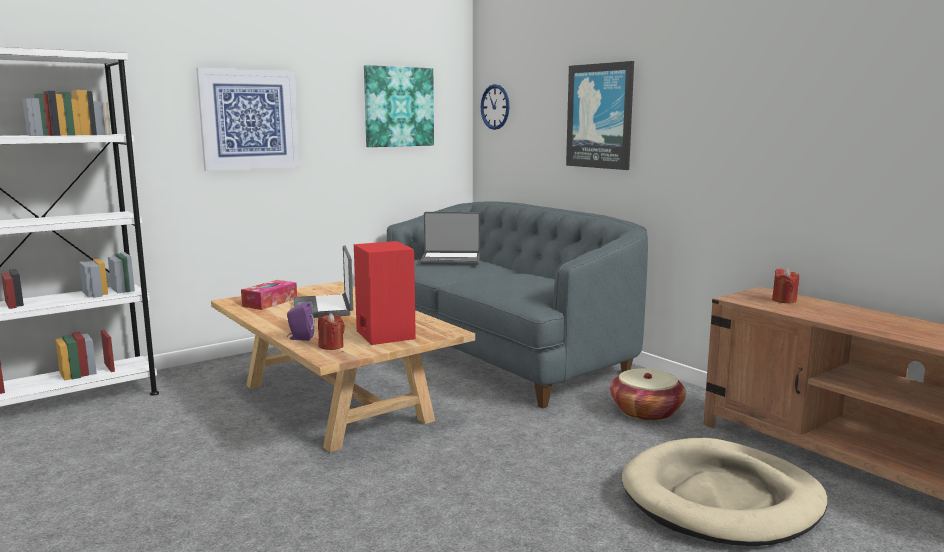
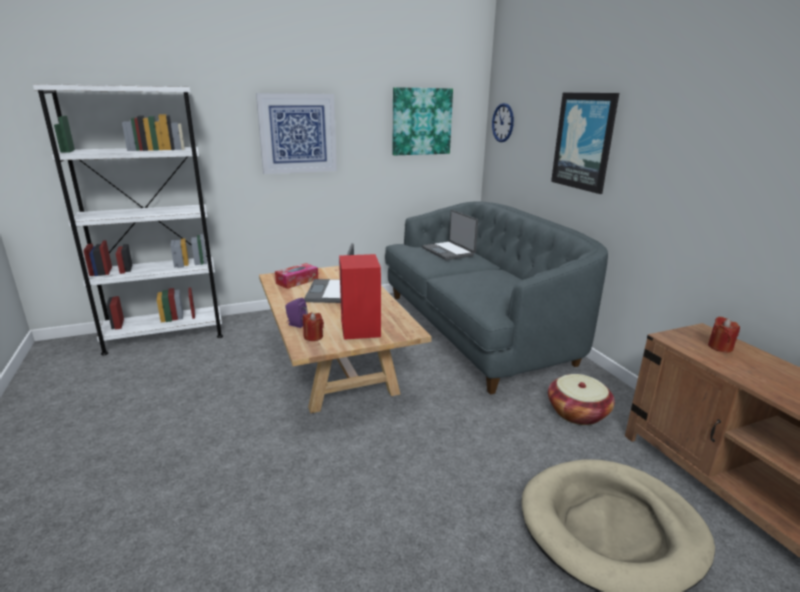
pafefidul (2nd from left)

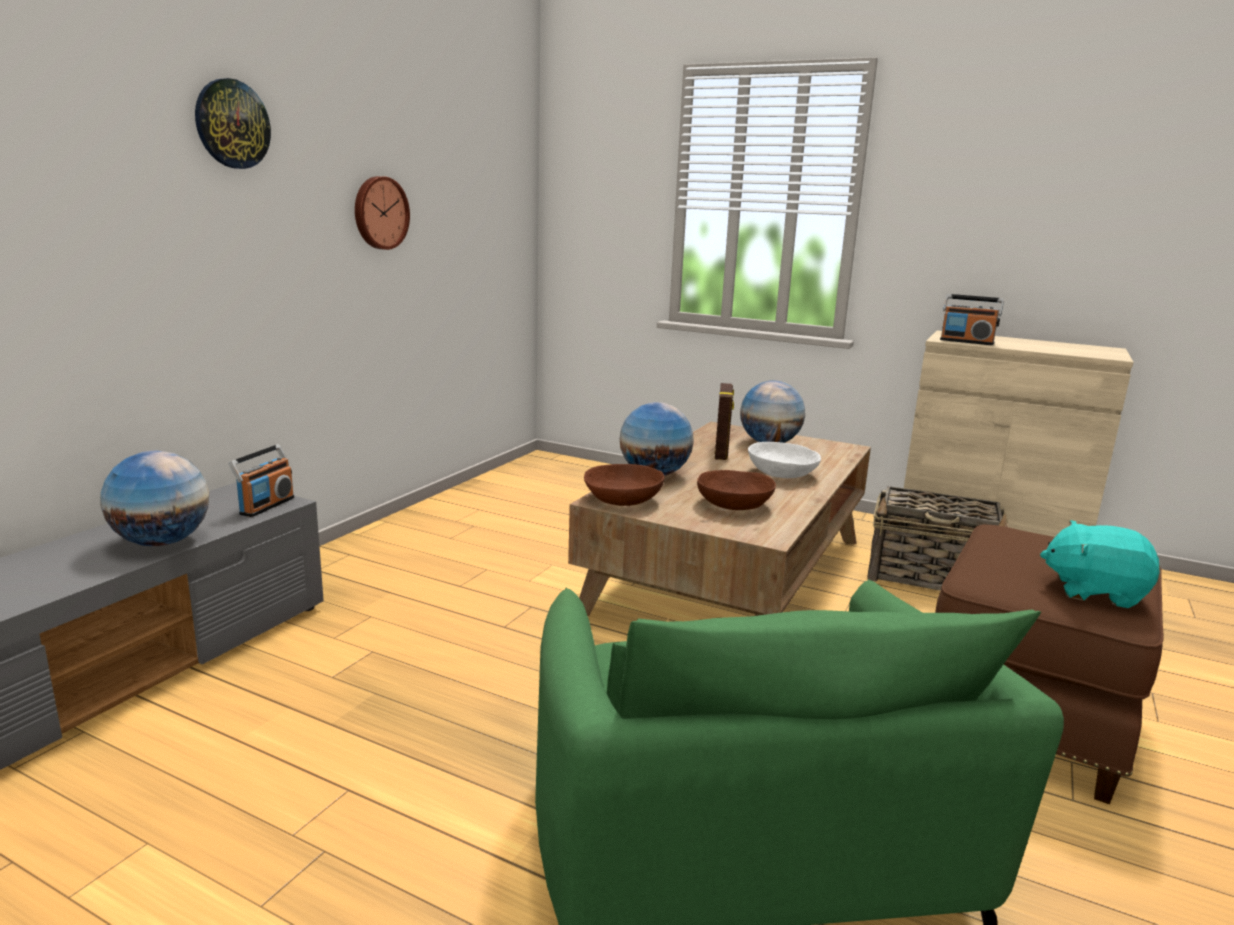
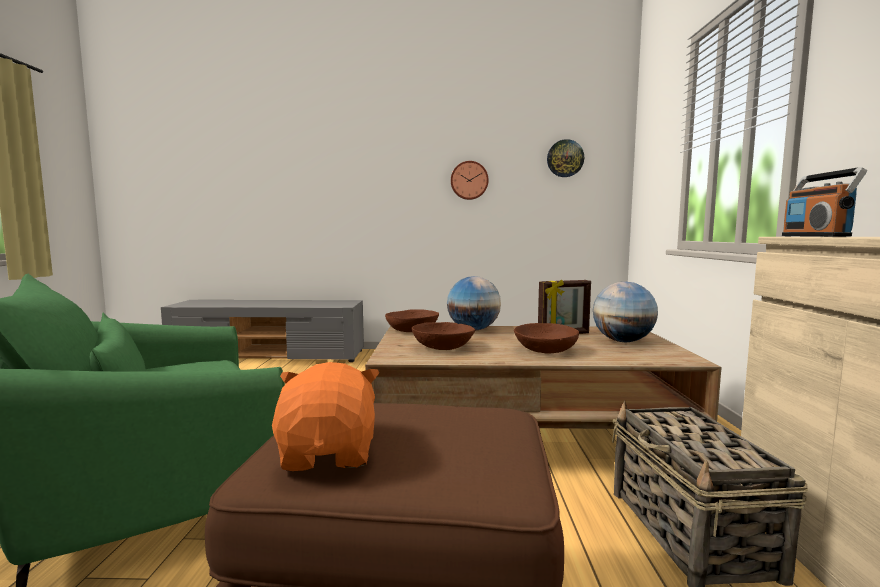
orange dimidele
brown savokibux (3rd from left)
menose (2nd from left)
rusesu (1st from left in the first image)
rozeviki (1st from left in the first image)

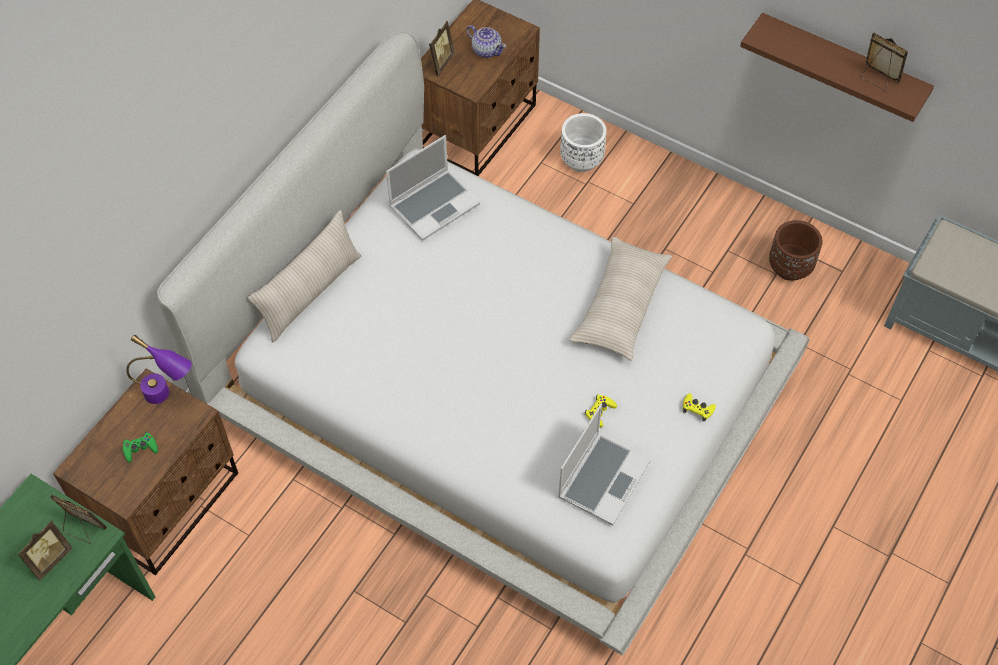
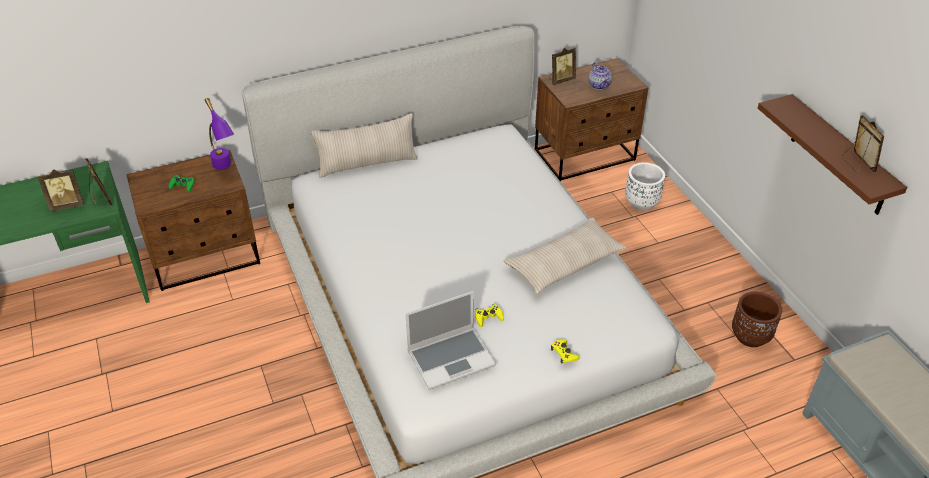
pafefidul (1st from left in the first image)

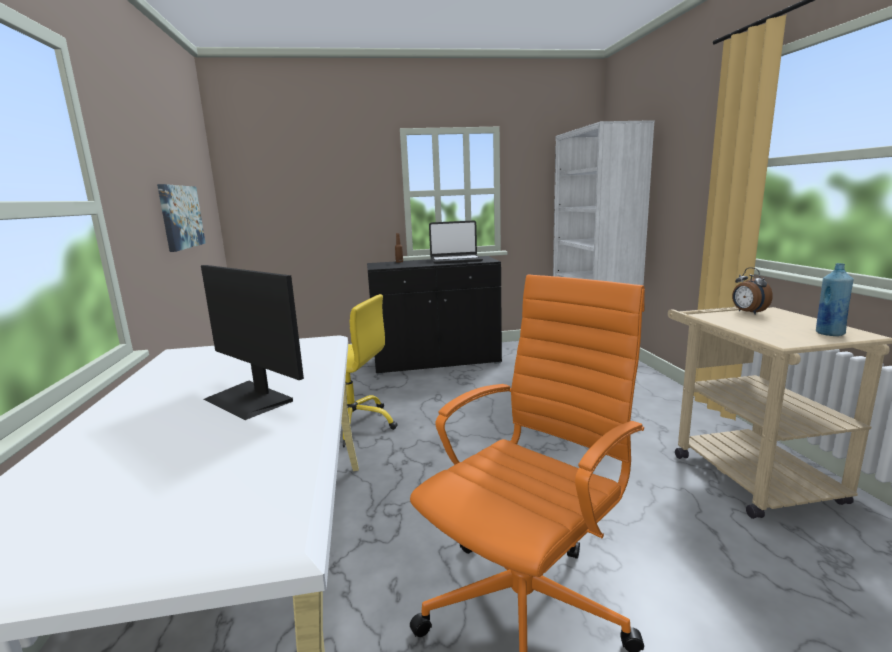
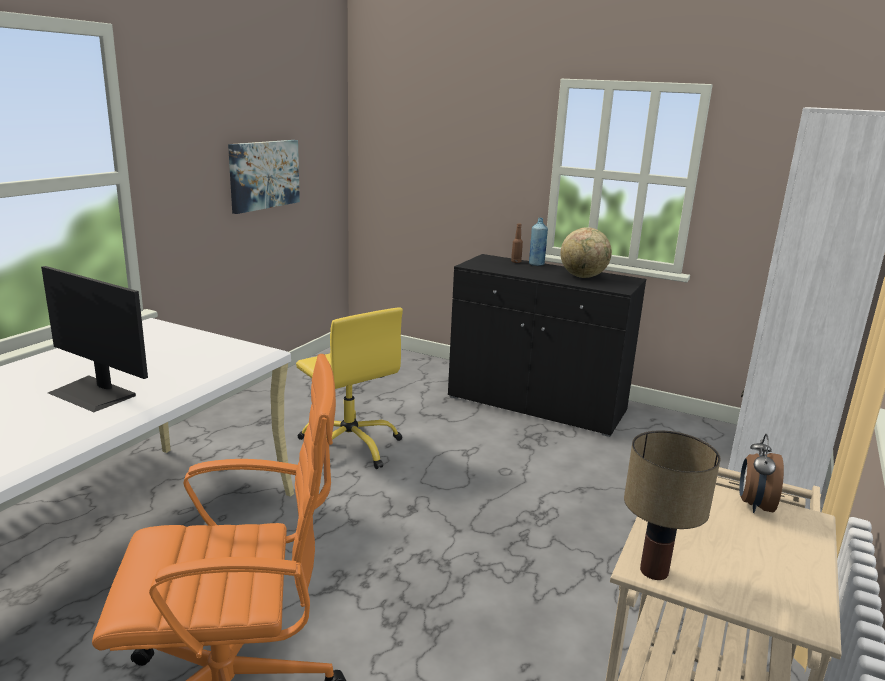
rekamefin
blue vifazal
rusesu
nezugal

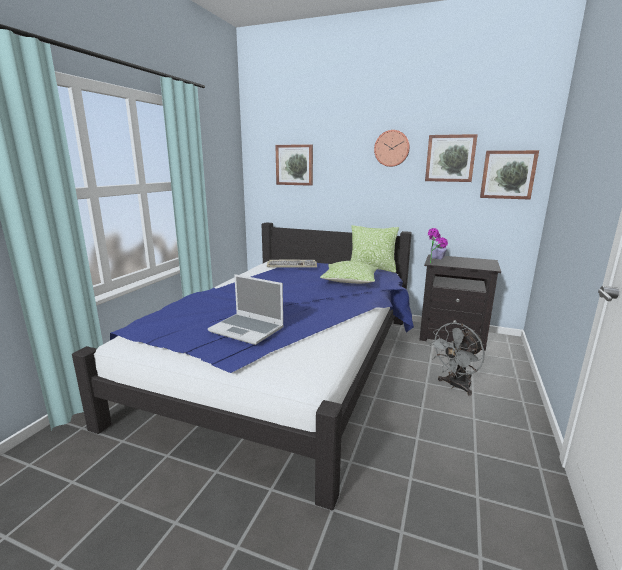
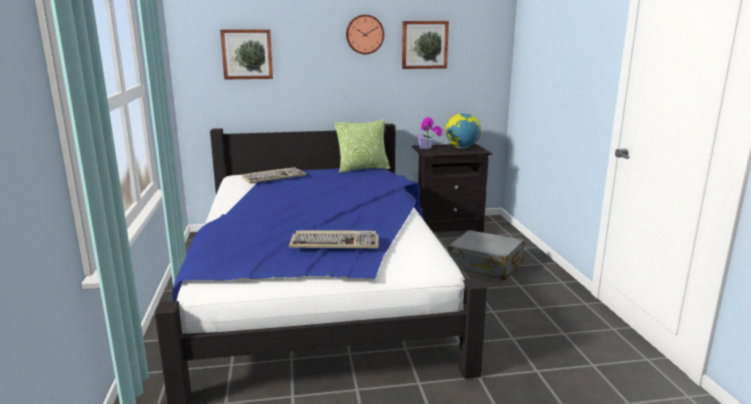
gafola (2nd from left)
rusesu
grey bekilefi
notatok (1st from left in the first image)
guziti (3rd from left in the first image)

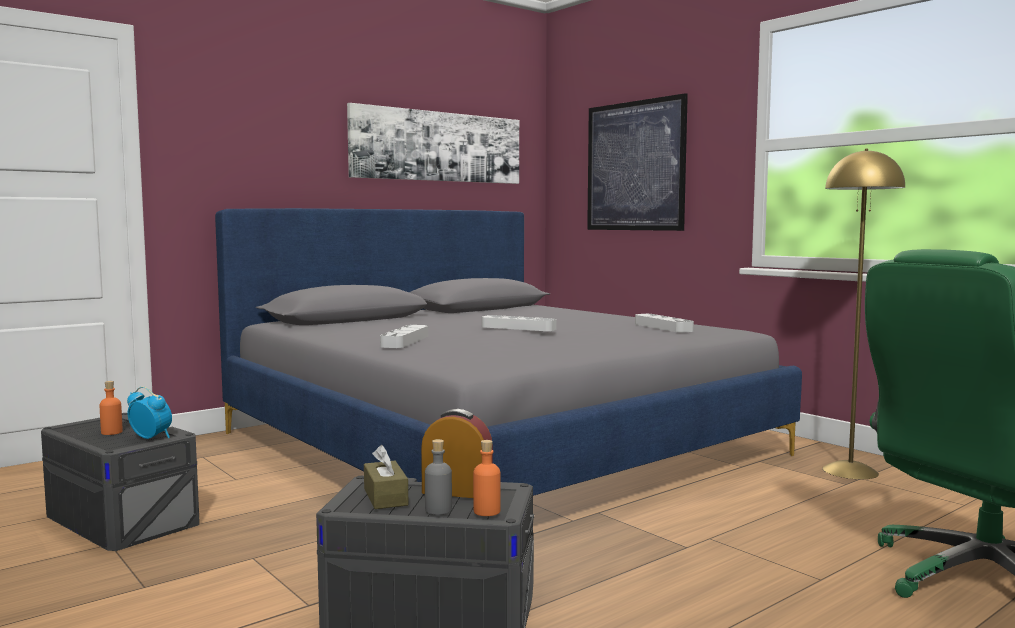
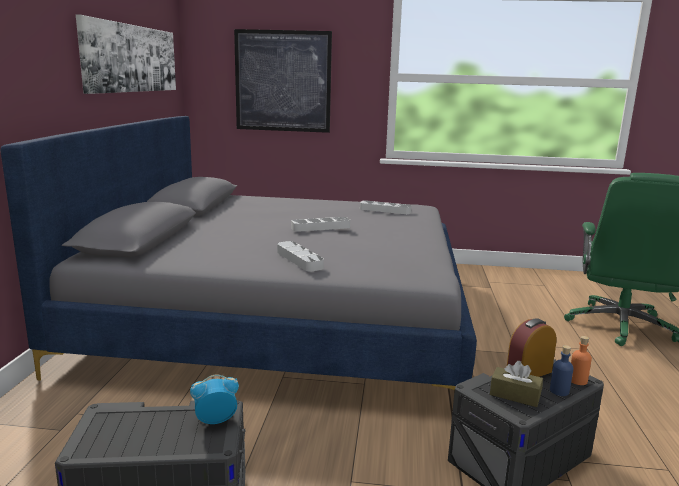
blue vifazal
orange vifazal (1st from left in the first image)
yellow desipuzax

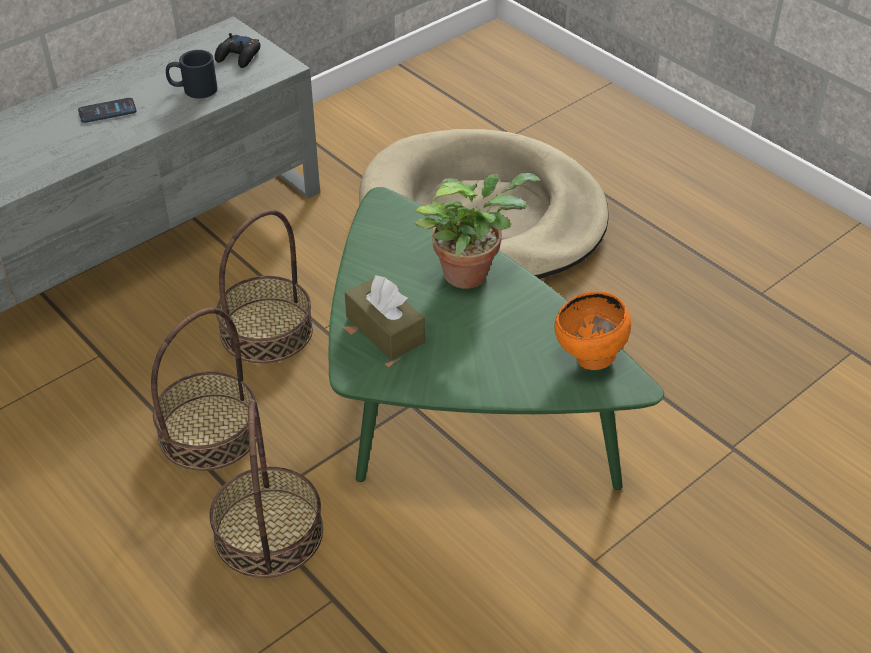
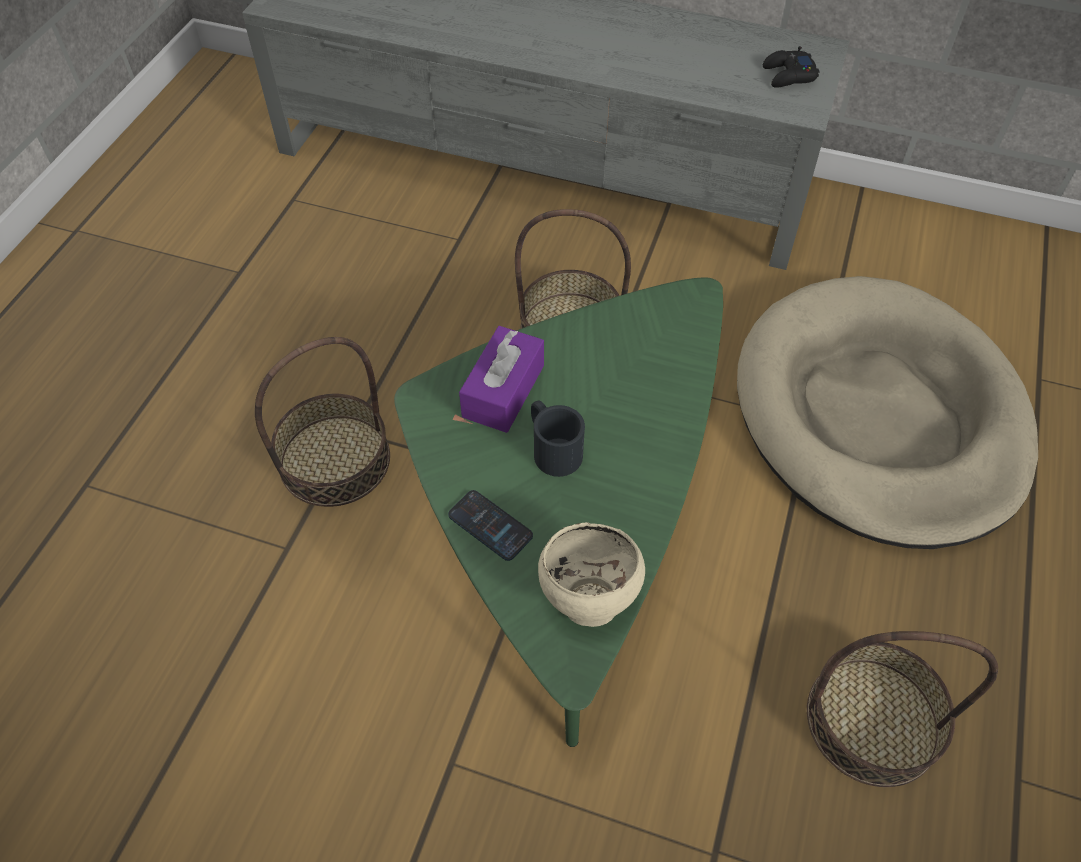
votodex
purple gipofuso
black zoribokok
beige savokibux
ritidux (3rd from left)
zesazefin

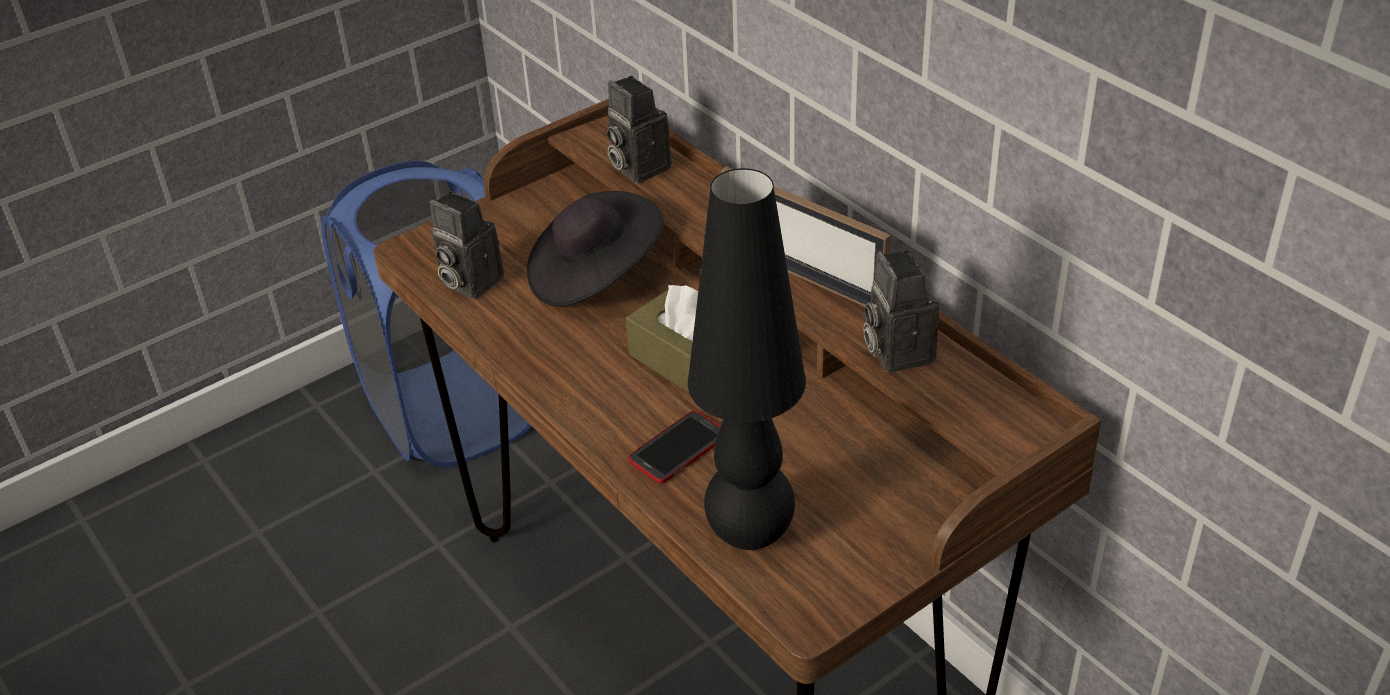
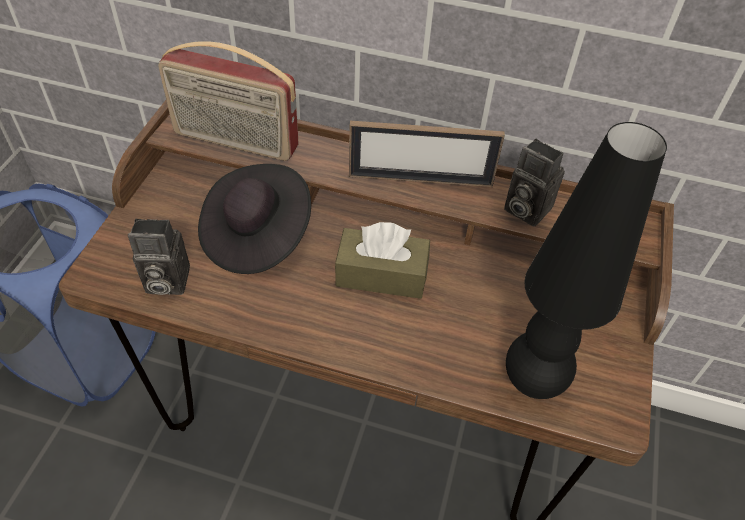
rozeviki
votodex

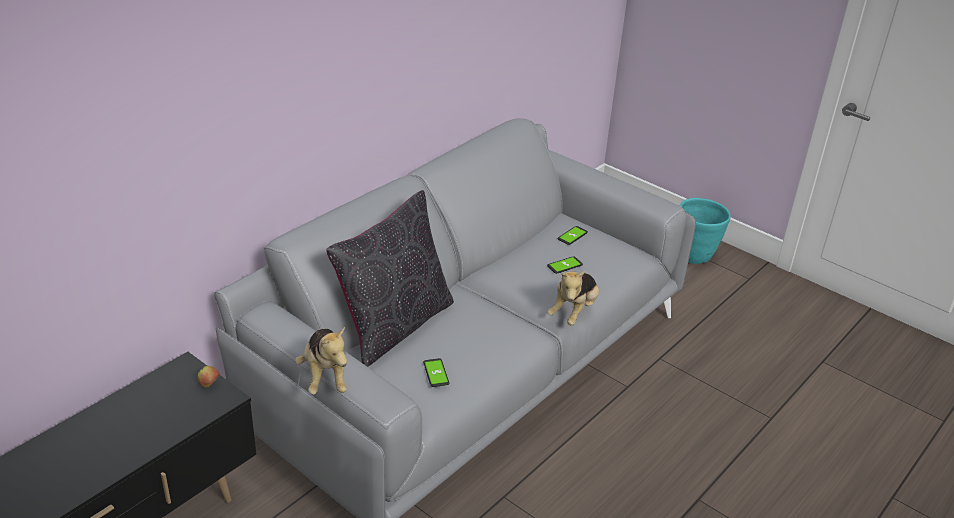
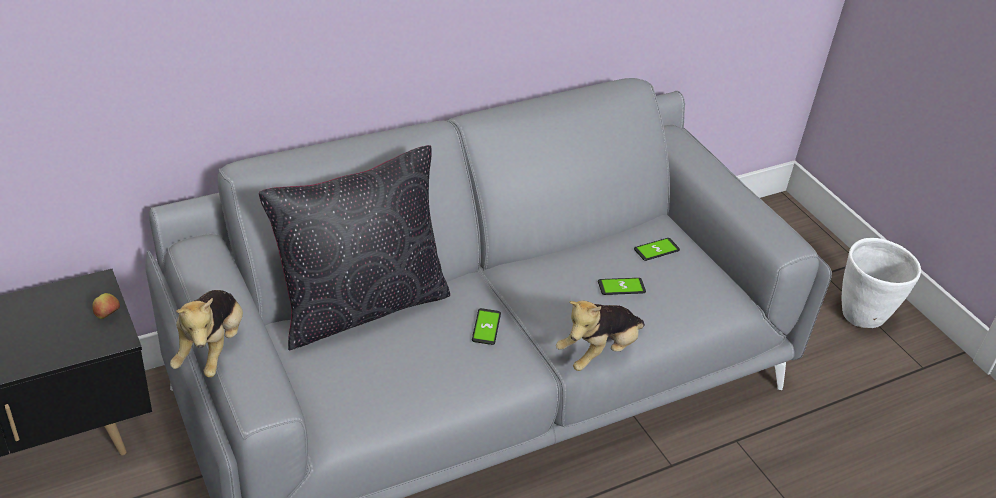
votodex (1st from left)
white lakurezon

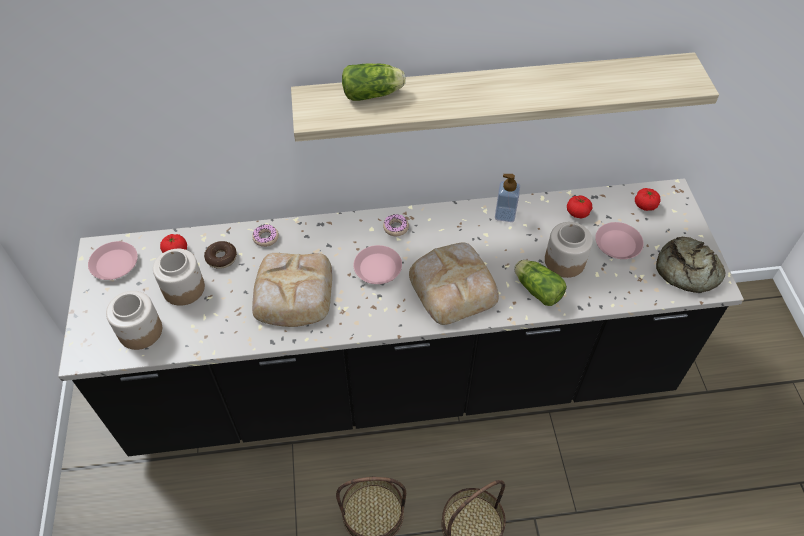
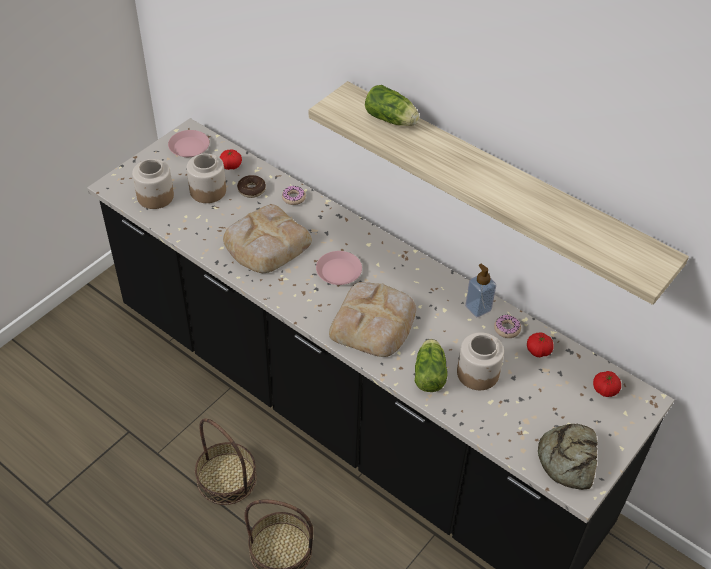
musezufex (3rd from left)
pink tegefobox (3rd from left in the first image)

